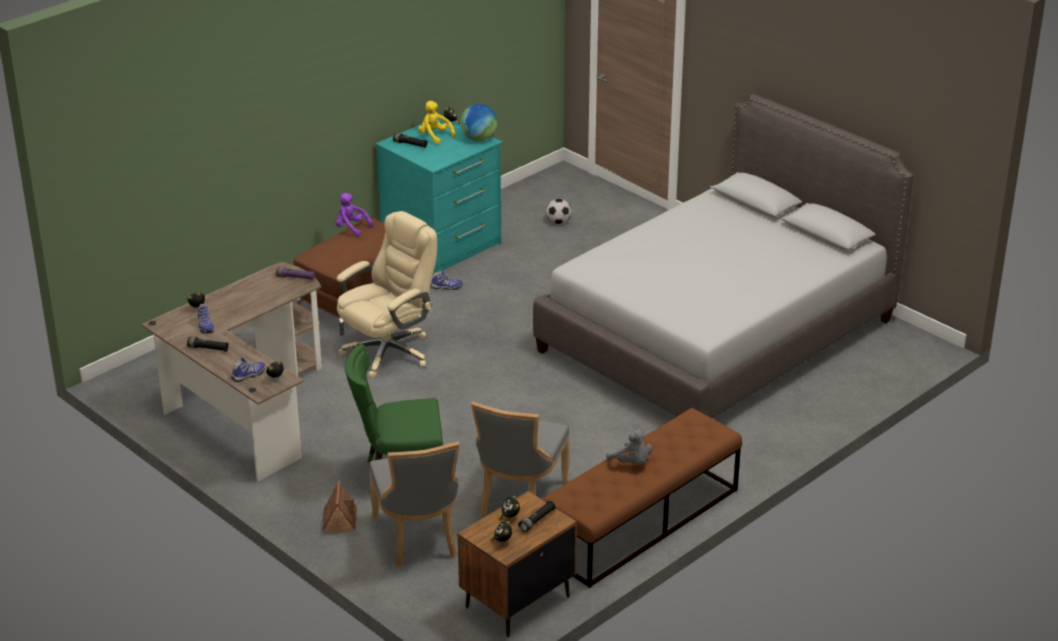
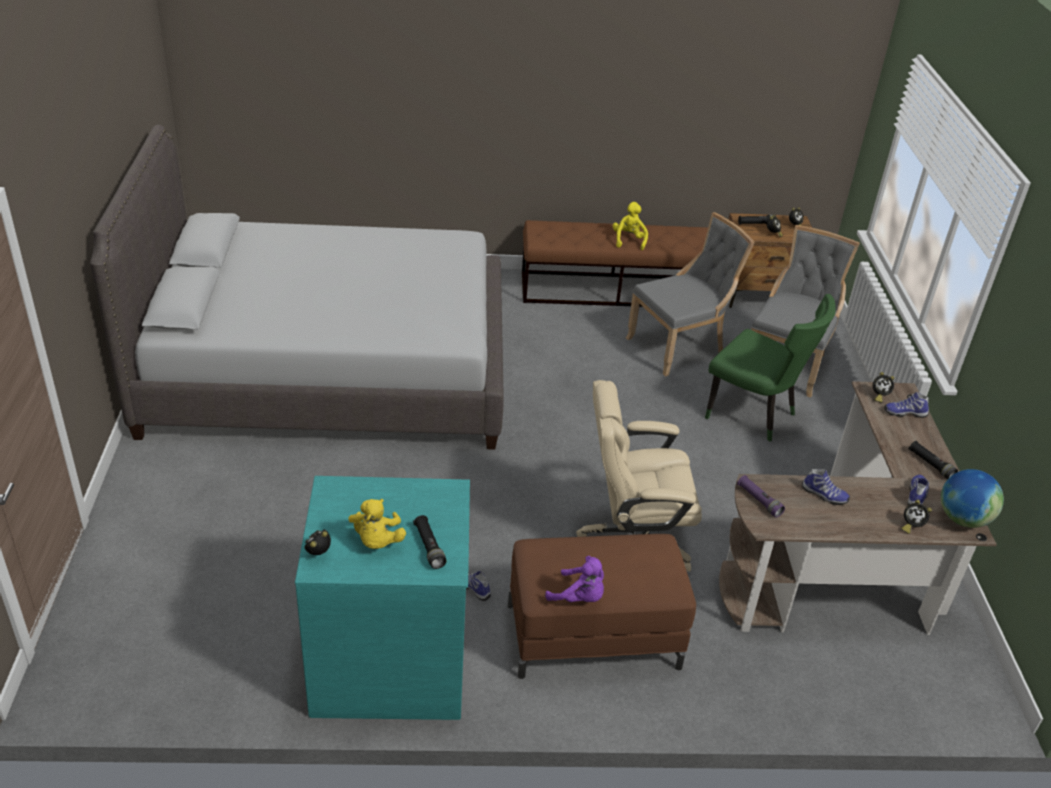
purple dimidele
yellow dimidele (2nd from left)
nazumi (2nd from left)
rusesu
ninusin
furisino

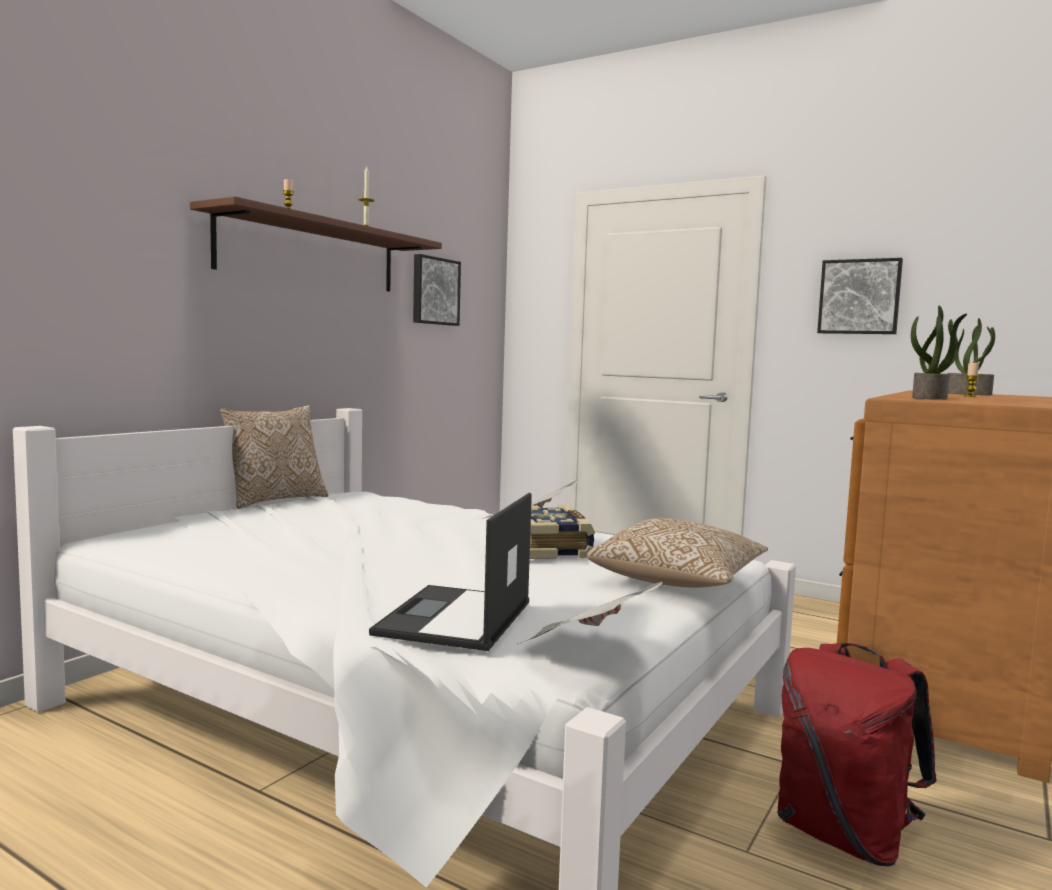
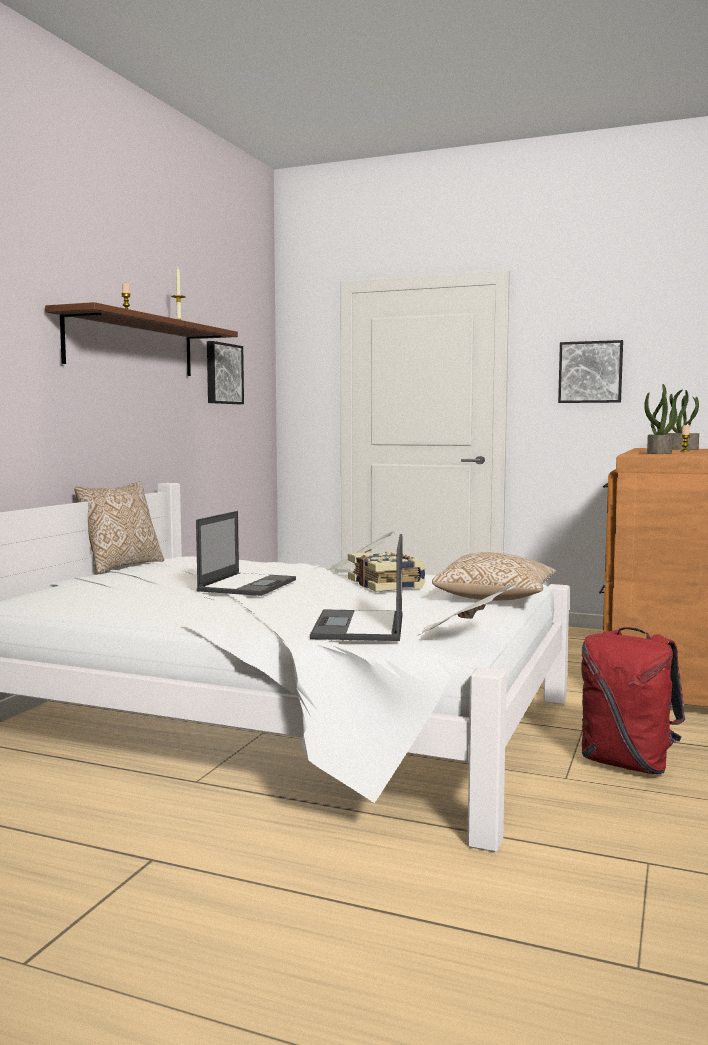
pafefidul (1st from left)

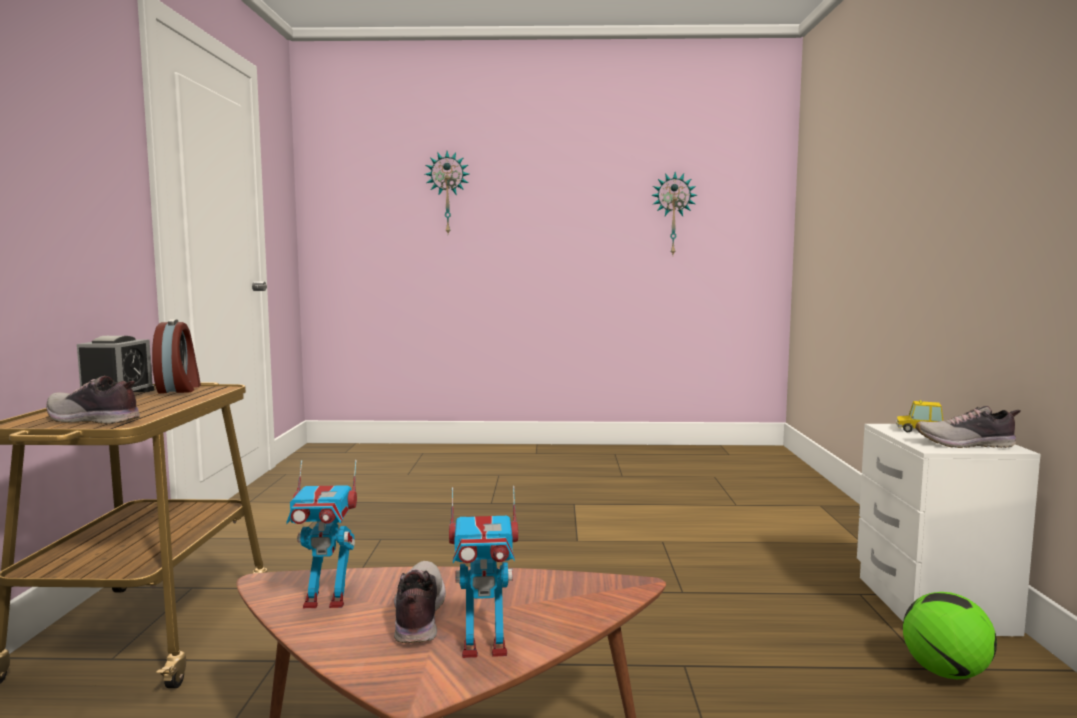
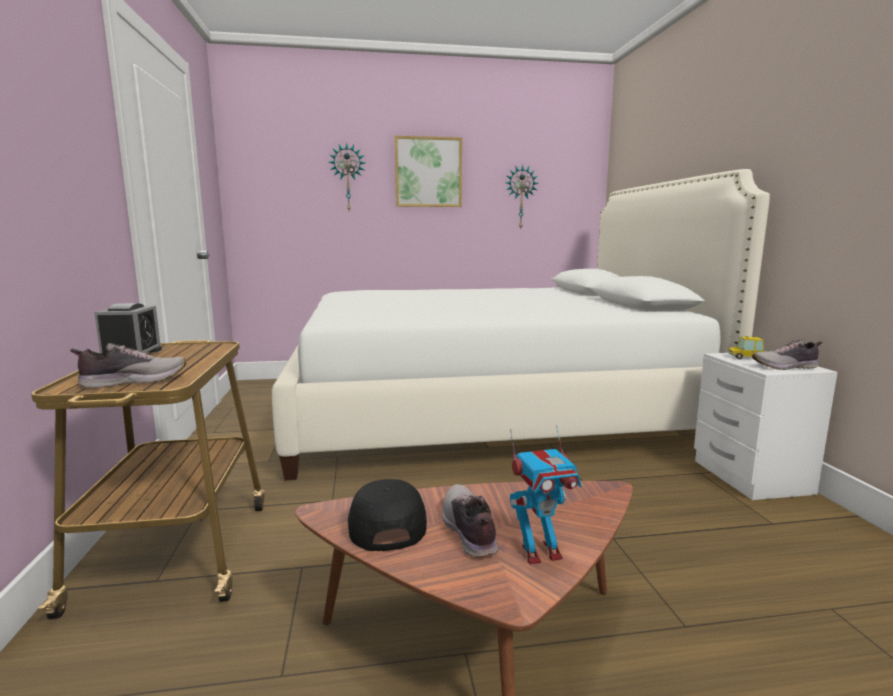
nazumi (1st from left)
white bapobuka
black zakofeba
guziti
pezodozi (2nd from left in the first image)
furisino

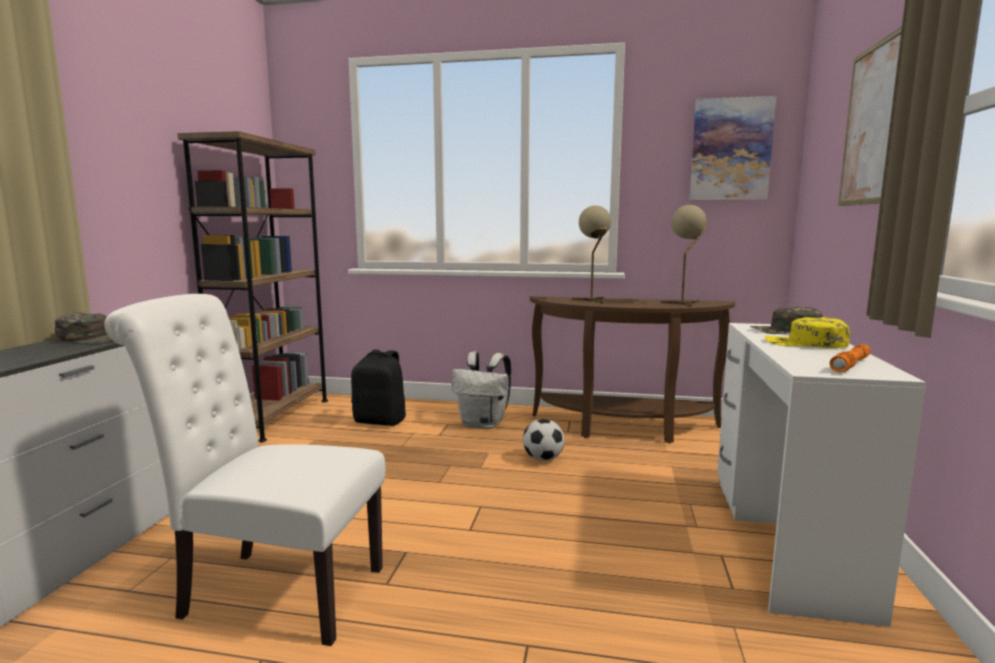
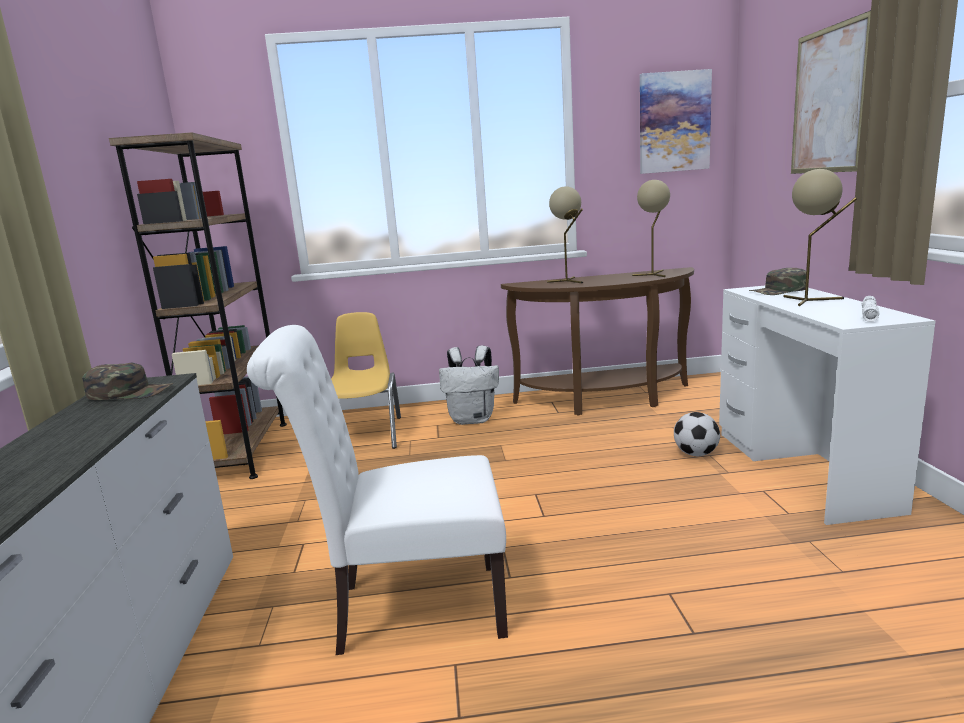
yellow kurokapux
furisino
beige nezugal (3rd from left)
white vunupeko

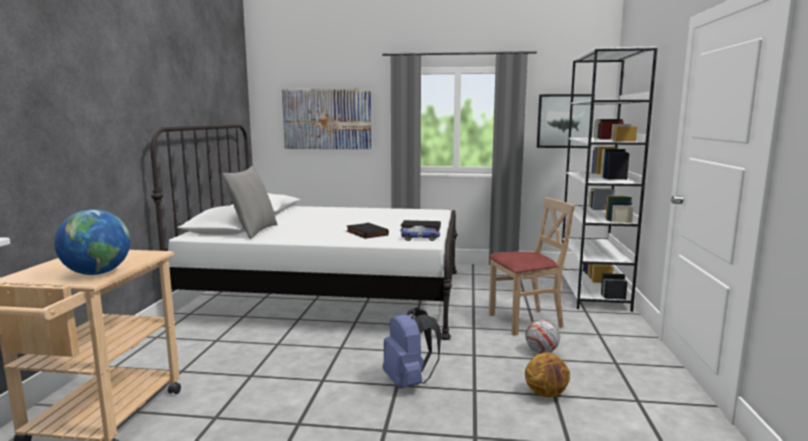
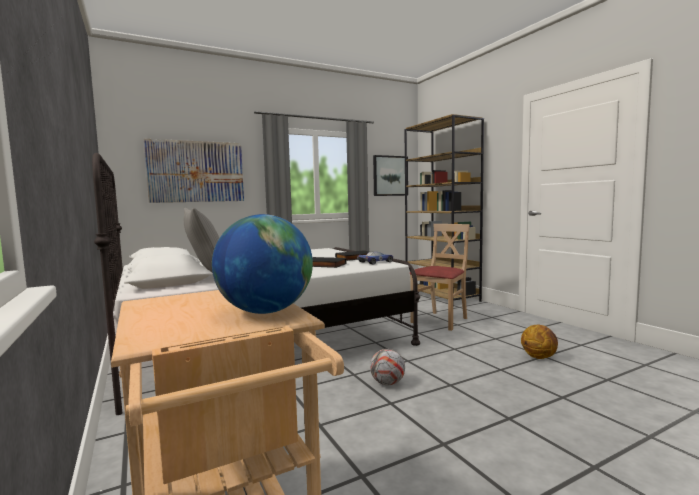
furisino
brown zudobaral
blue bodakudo

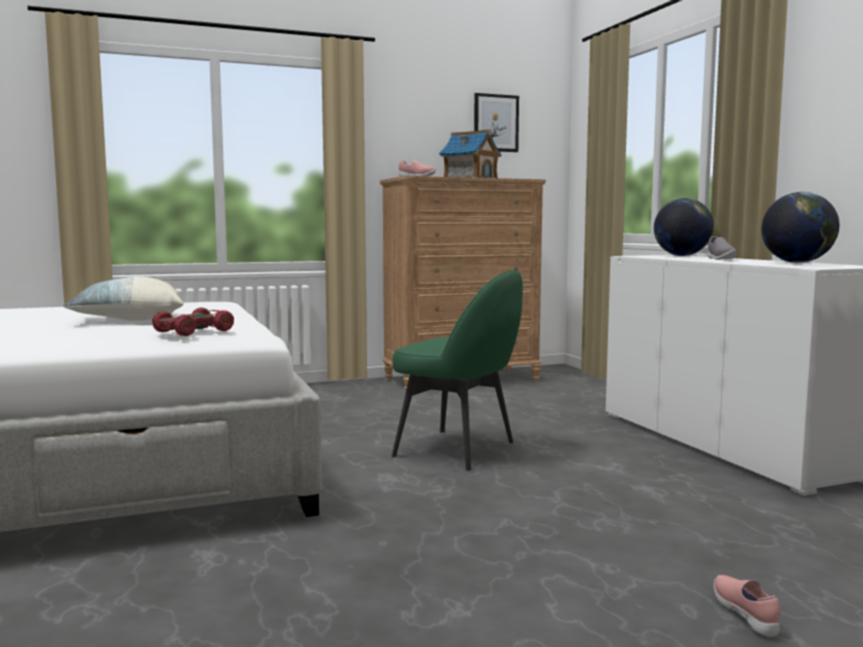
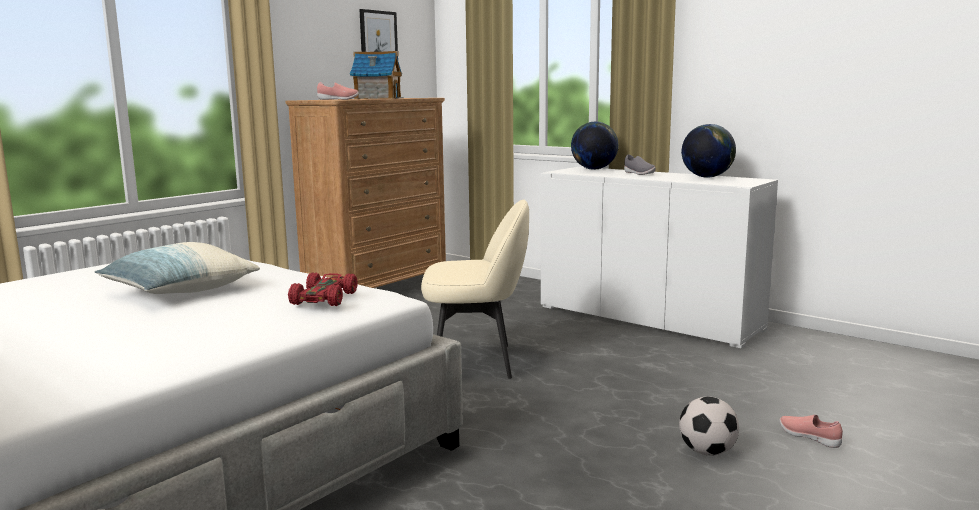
beige kurokapux
furisino

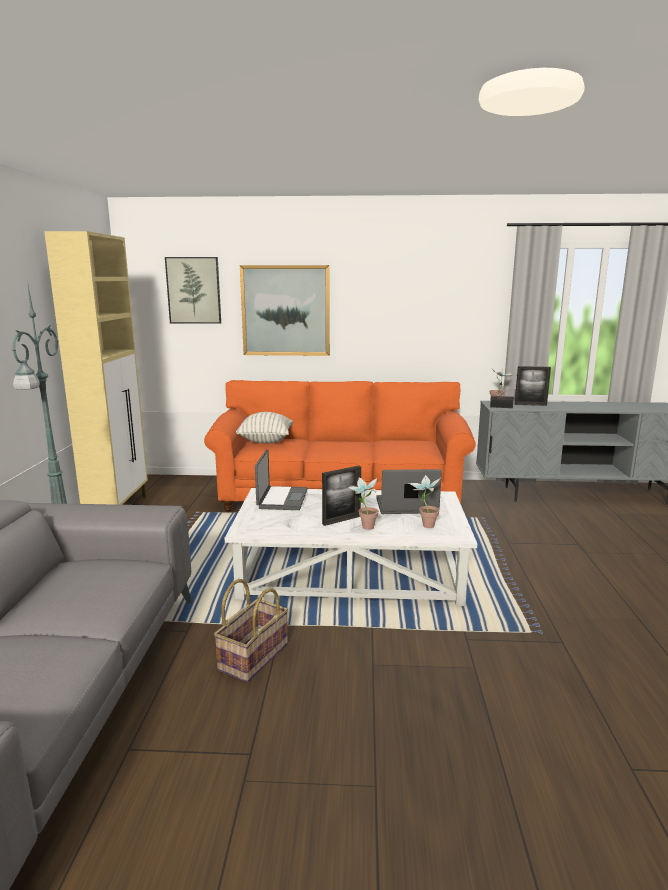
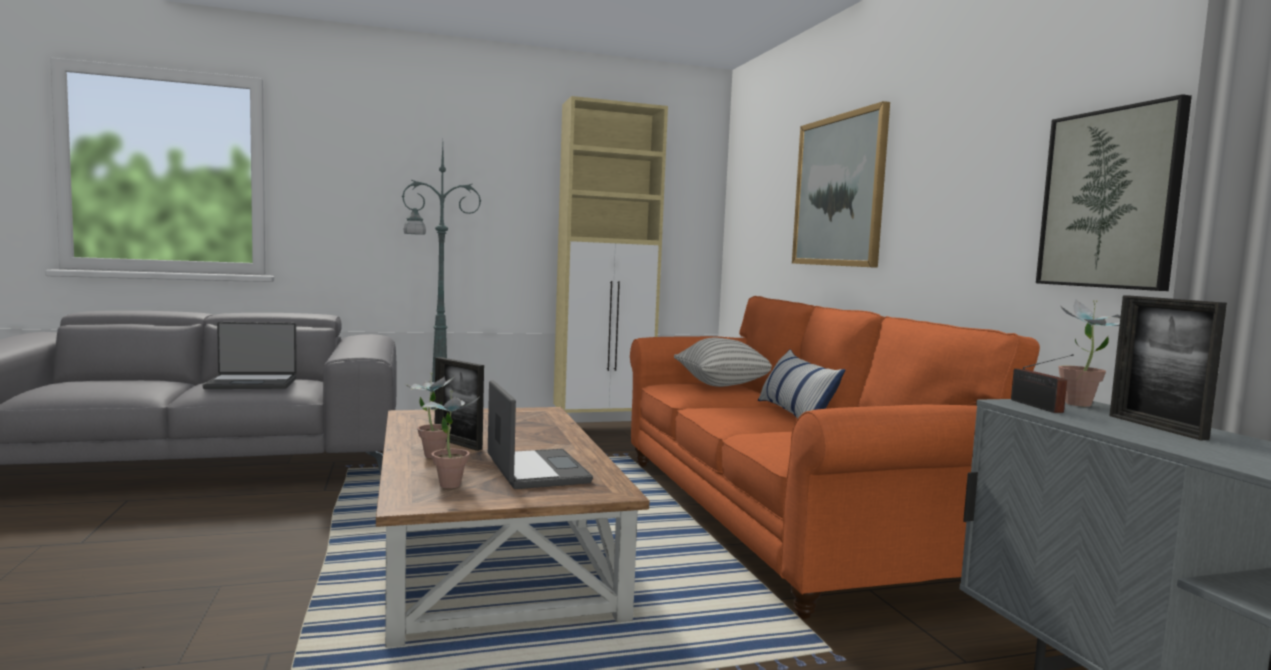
pafefidul (1st from left)
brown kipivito
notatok (2nd from left)
guziti (2nd from left)
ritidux

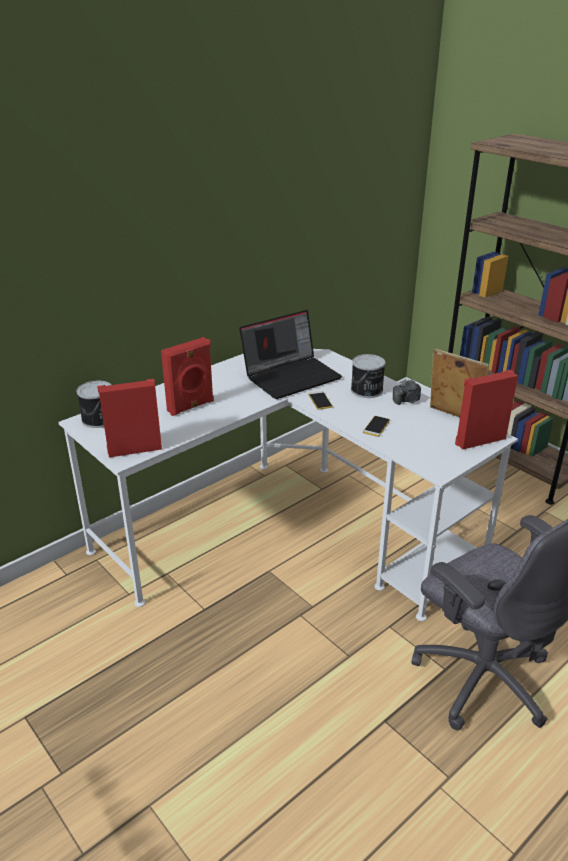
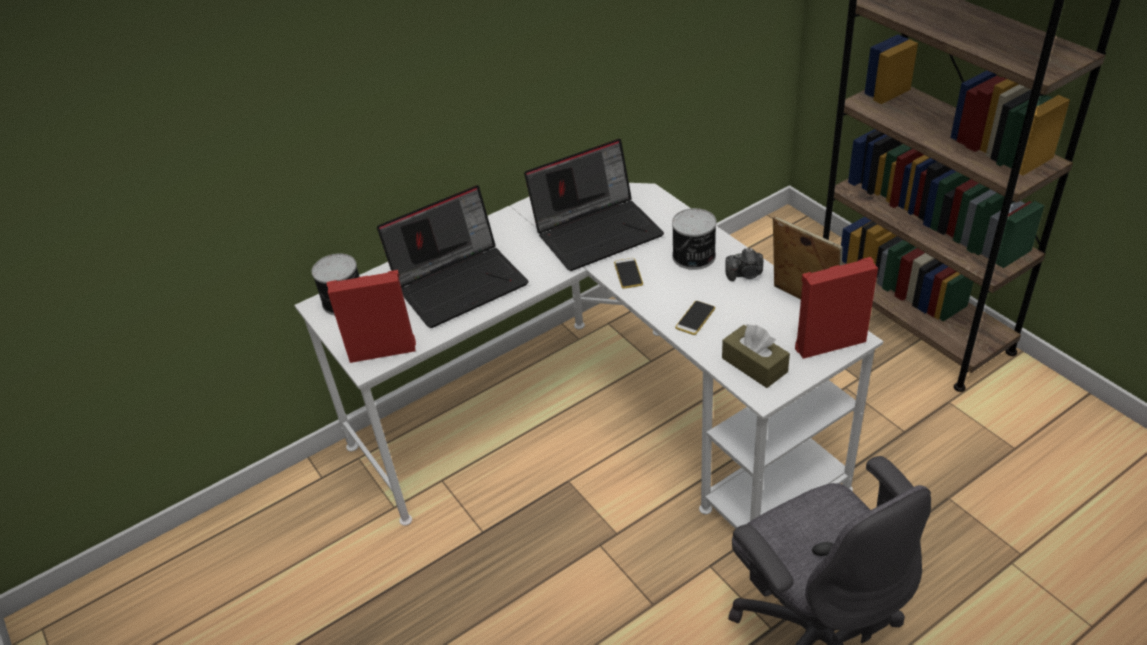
pafefidul (1st from left)
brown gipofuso

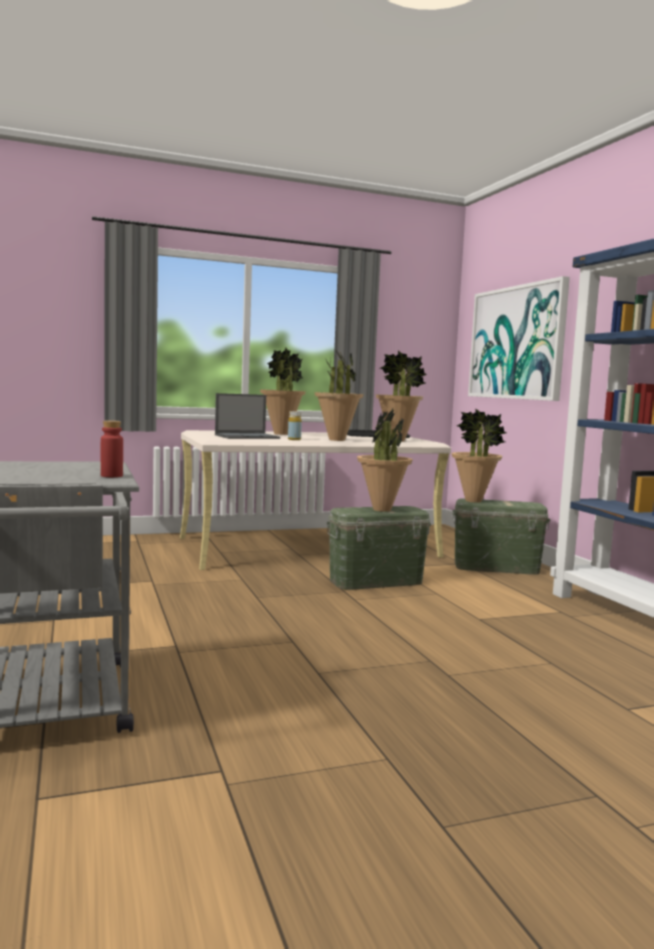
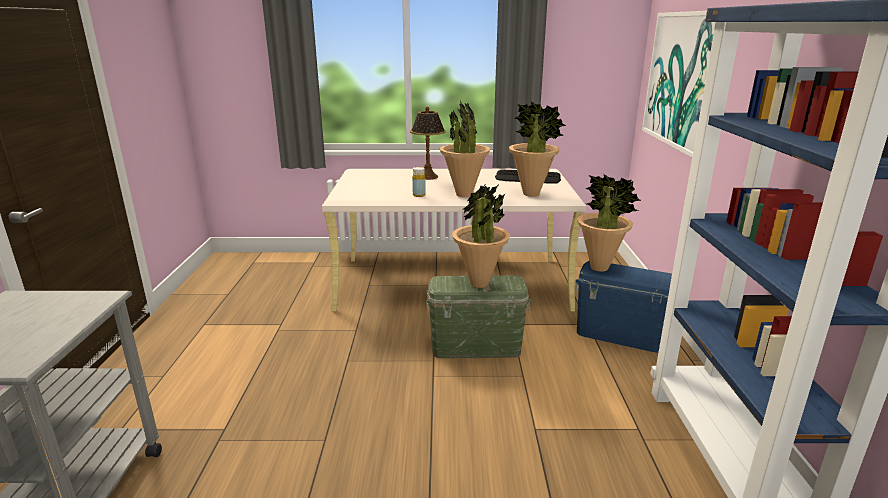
nezugal
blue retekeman
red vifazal
pafefidul

